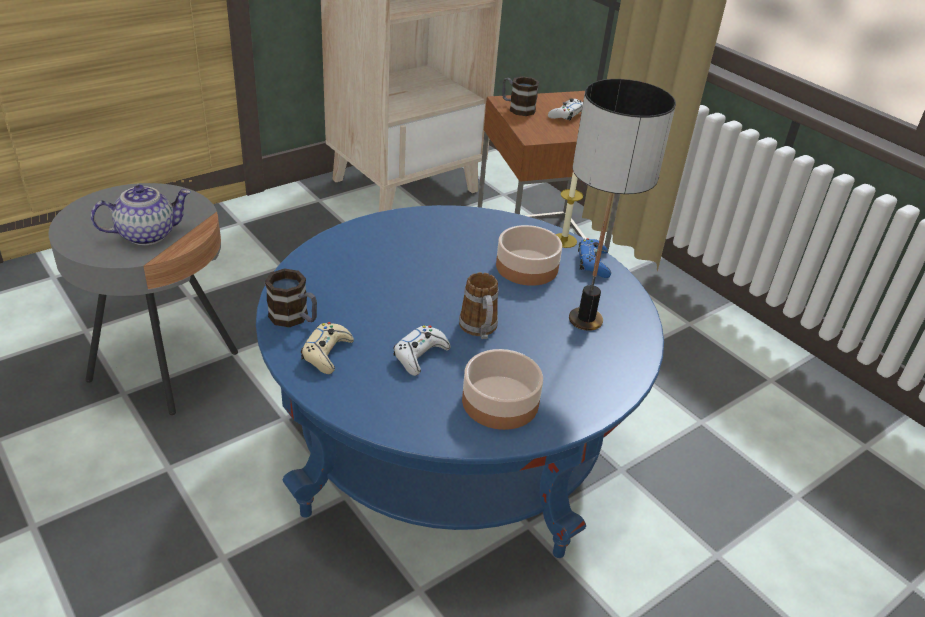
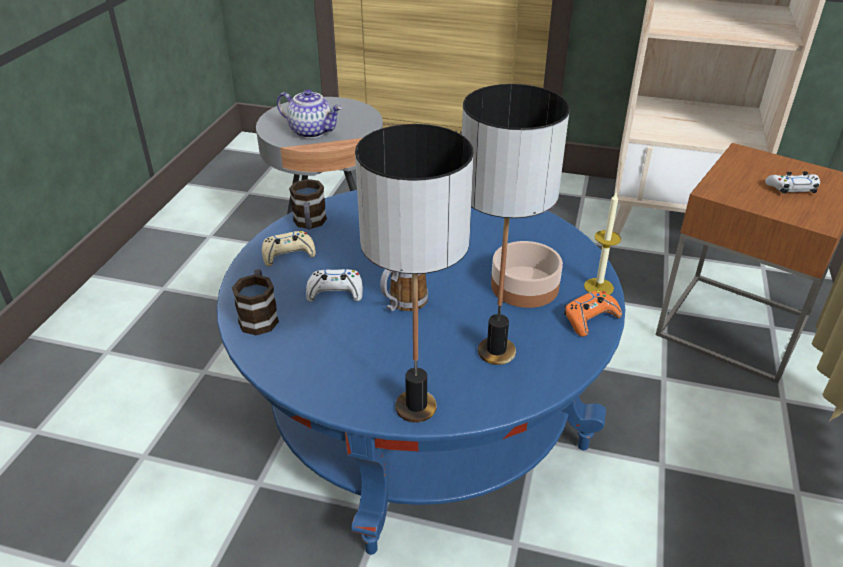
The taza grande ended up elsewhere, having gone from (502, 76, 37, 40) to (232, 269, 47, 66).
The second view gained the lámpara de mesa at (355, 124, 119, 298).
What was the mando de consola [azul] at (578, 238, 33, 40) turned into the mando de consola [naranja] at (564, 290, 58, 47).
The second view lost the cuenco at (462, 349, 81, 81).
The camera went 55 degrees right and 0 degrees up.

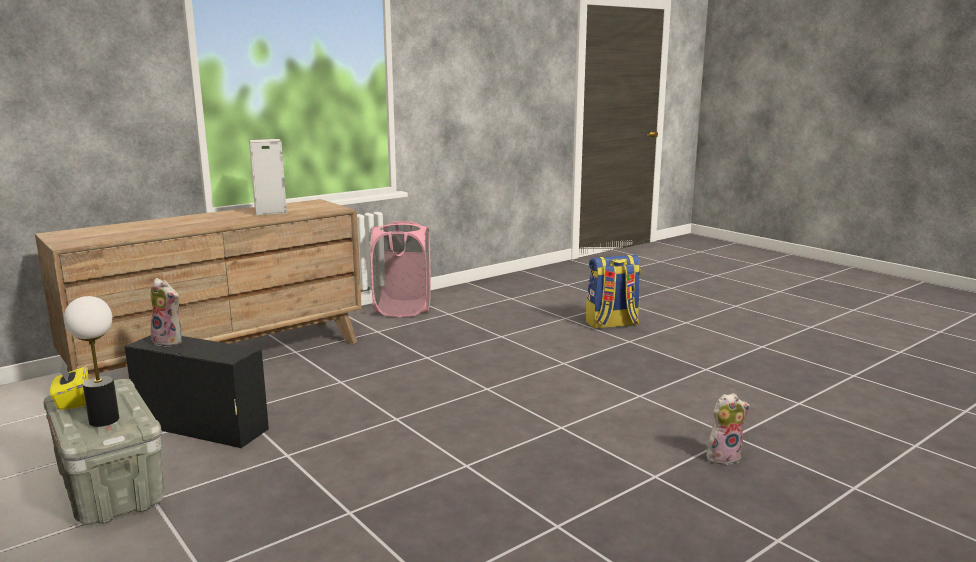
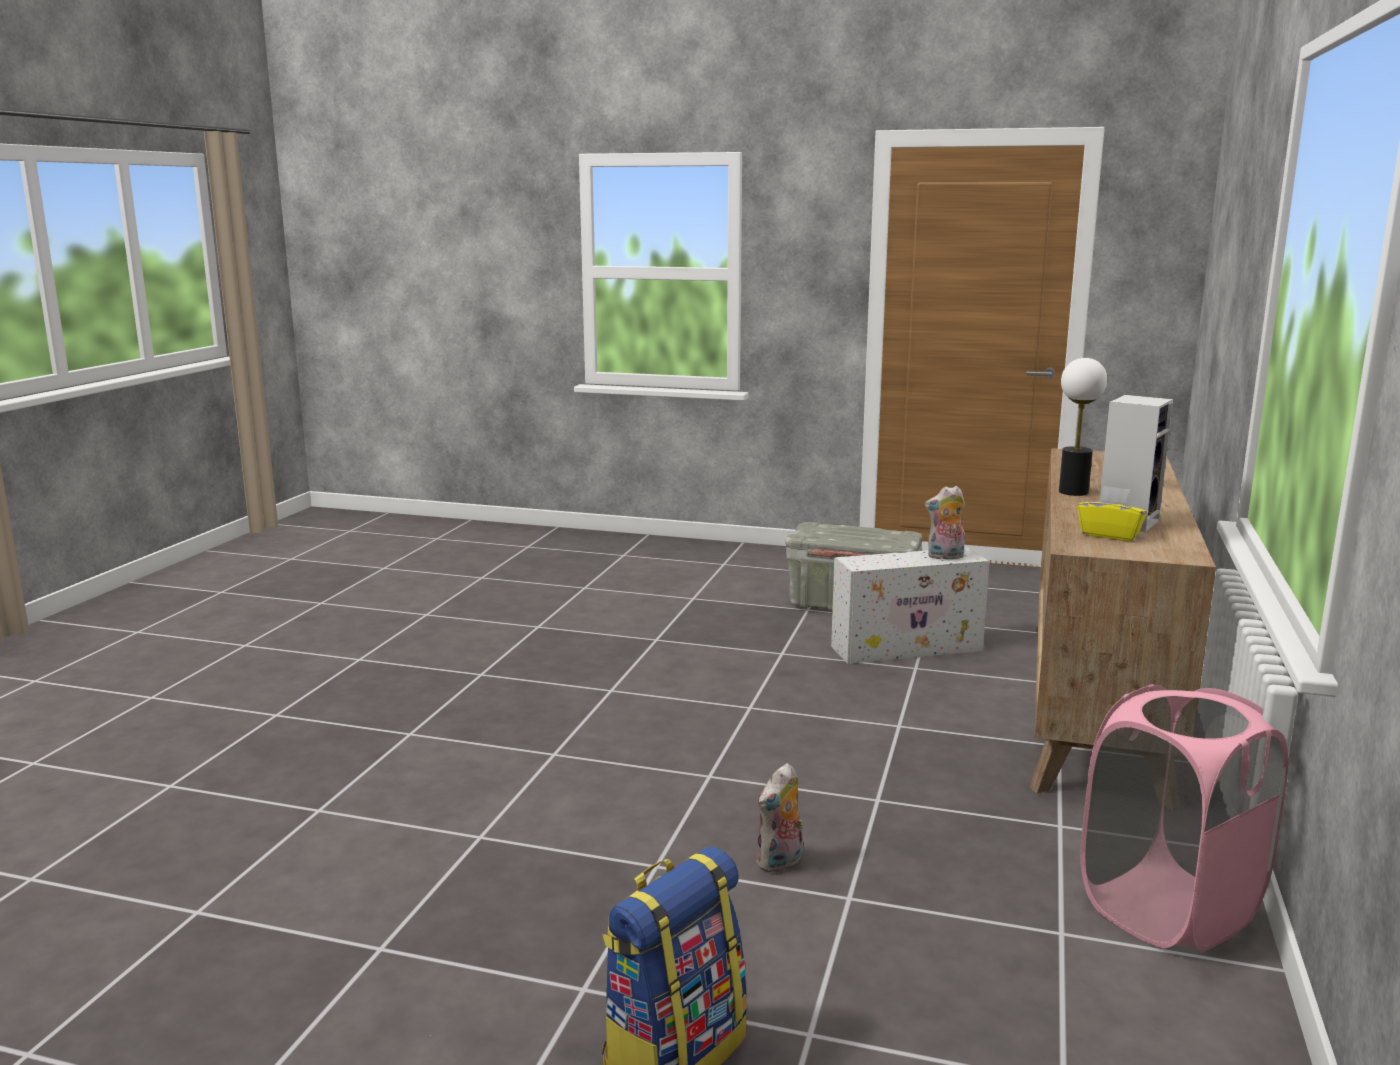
The peluche ended up elsewhere, having gone from (707, 393, 43, 72) to (756, 763, 48, 110).
What was the caja de almacenaje [negro] at (125, 335, 144, 113) turned into the caja de almacenaje [blanco] at (831, 547, 159, 117).
The lámpara de mesa ended up elsewhere, having gone from (64, 296, 55, 131) to (1059, 358, 48, 138).
The caja de pañuelos [amarillo] ended up elsewhere, having gone from (50, 363, 38, 47) to (1077, 486, 71, 55).
The camera went 145 degrees right and 0 degrees up.

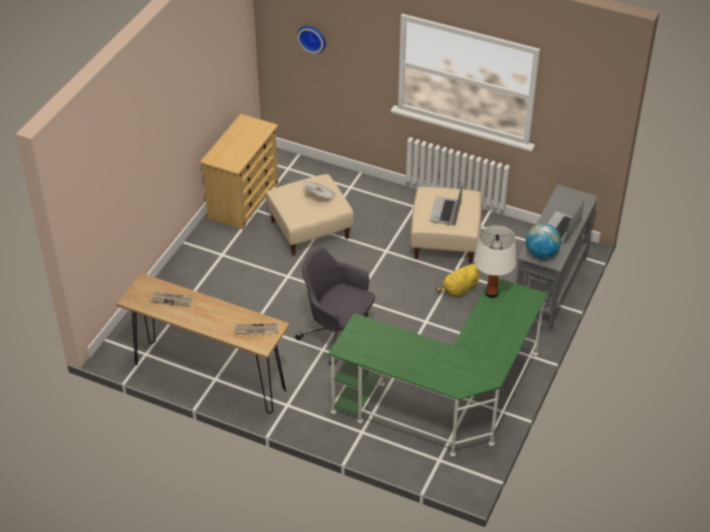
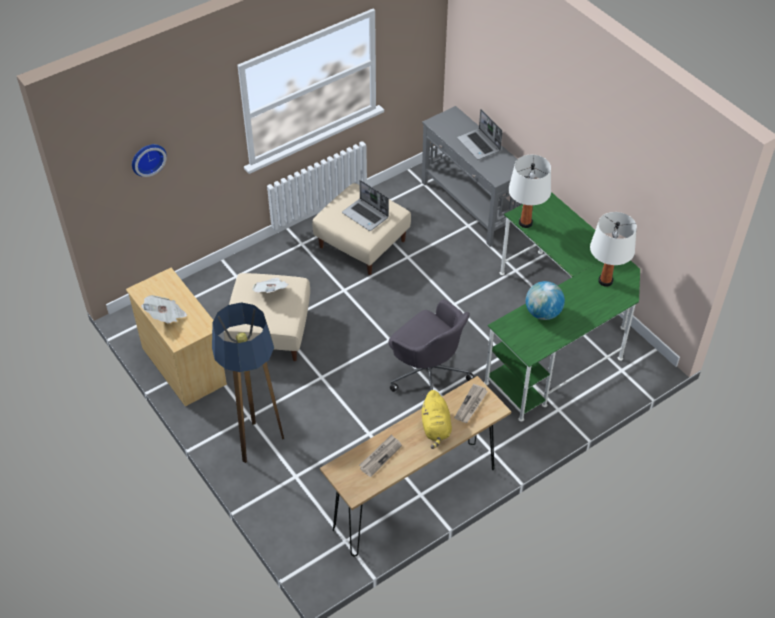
The second view gained the periódico at (141, 295, 46, 29).
The second view gained the lámpara de pie at (212, 302, 72, 161).
The silla de oficina [gris] at (295, 248, 80, 117) ended up facing another way, 105 degrees counterclockwise from before.
The peluche [amarillo] ended up elsewhere, having gone from (435, 264, 44, 34) to (422, 390, 30, 59).
The globo terráqueo ended up elsewhere, having gone from (526, 224, 35, 35) to (526, 281, 39, 39).
The second view gained the lámpara de mesa [blanco] at (590, 212, 47, 75).
The camera went 60 degrees left and 5 degrees up.

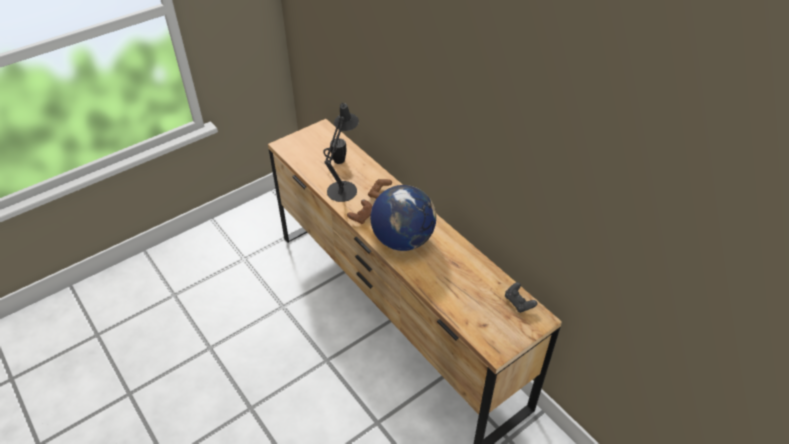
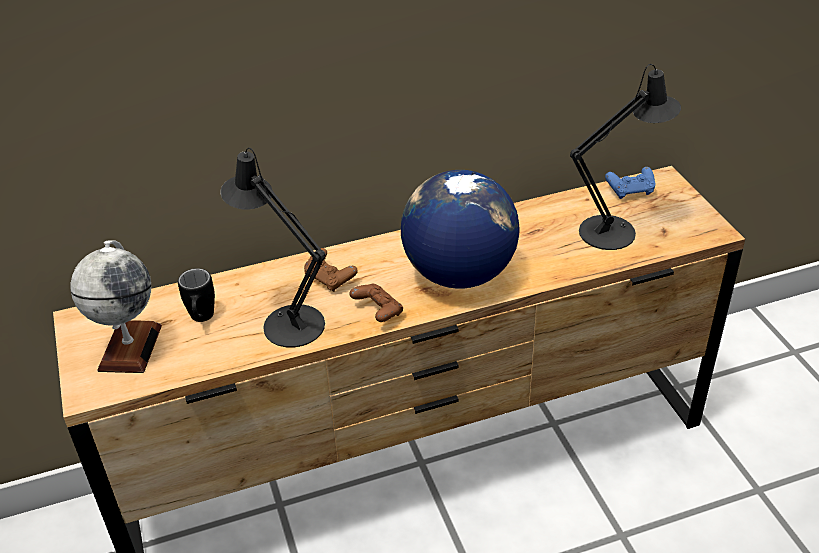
The second view gained the globo terráqueo at (71, 240, 91, 133).
The second view gained the lámpara de mesa [negro] at (570, 64, 111, 186).
What was the mando de consola [negro] at (505, 282, 32, 31) turned into the mando de consola [azul] at (605, 167, 50, 32).
The camera went 70 degrees left and 5 degrees down.

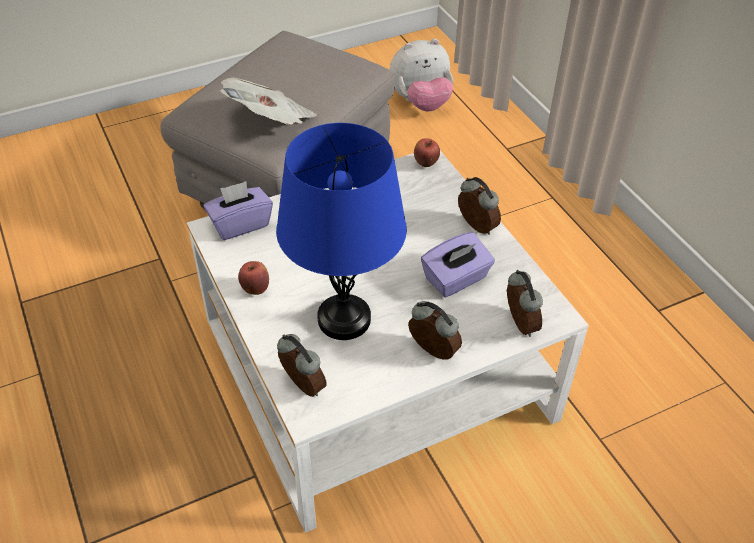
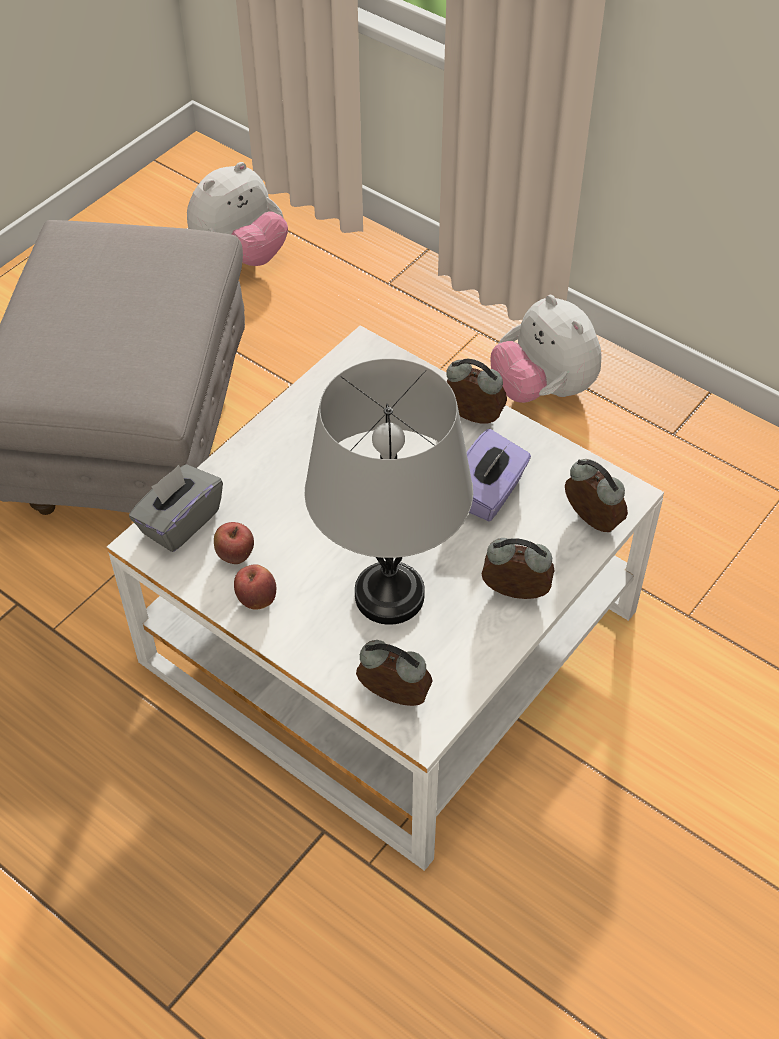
What was the caja de pañuelos [morado] at (203, 181, 70, 59) turned into the caja de pañuelos [gris] at (129, 464, 94, 88).
The manzana ended up elsewhere, having gone from (414, 138, 26, 29) to (214, 522, 40, 42).
What was the lámpara de mesa [azul] at (276, 123, 131, 217) turned into the lámpara de mesa [gris] at (305, 359, 168, 266).
The second view gained the peluche at (490, 295, 111, 108).
The second view lost the periódico at (219, 77, 98, 48).
The camera went 25 degrees left and 5 degrees up.

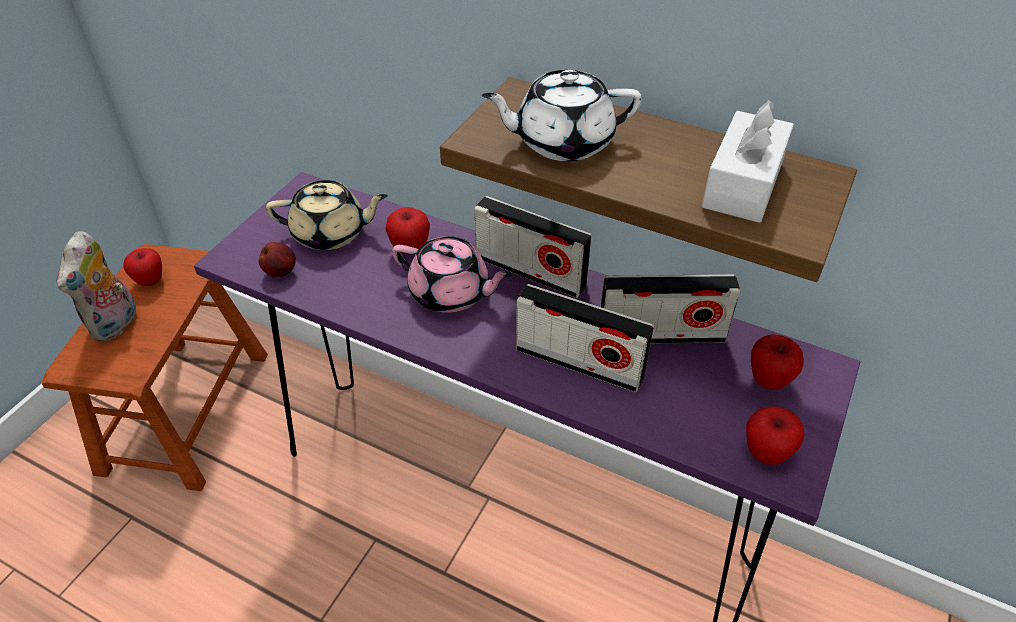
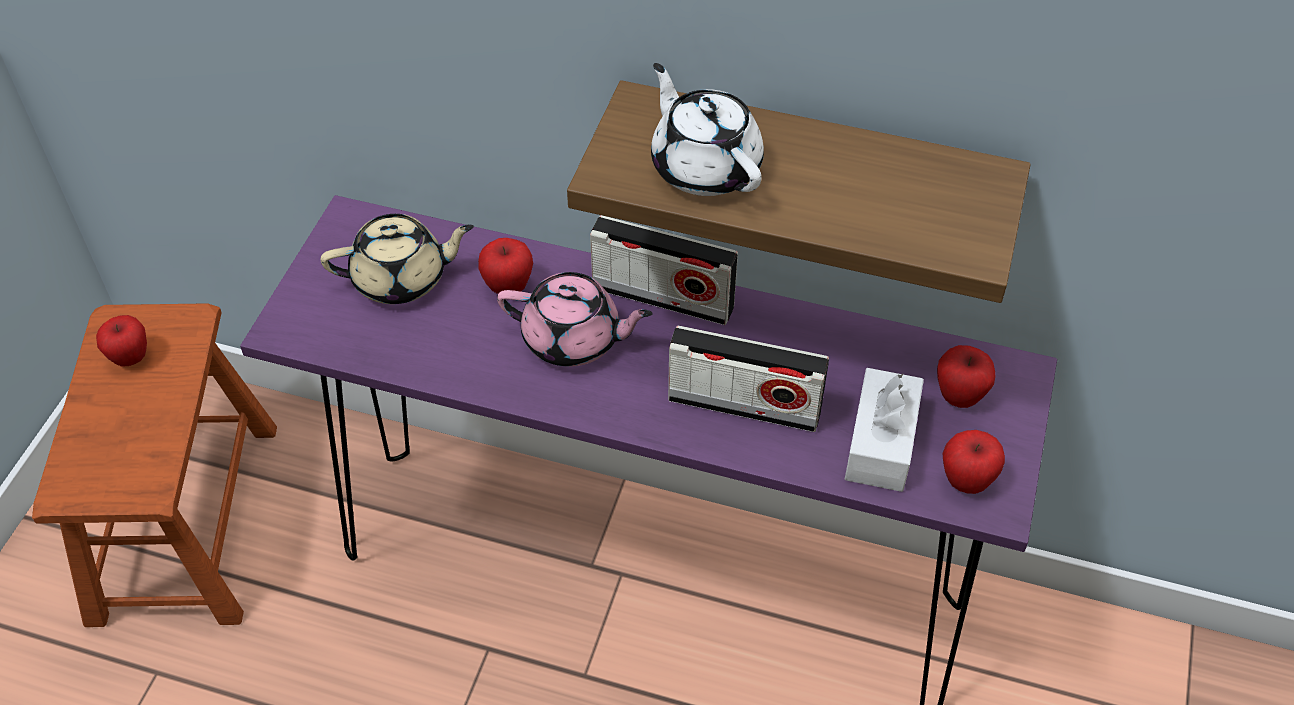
The tetera [blanco] at (482, 70, 160, 91) ended up facing another way, 75 degrees clockwise from before.
The caja de pañuelos [blanco] ended up elsewhere, having gone from (702, 100, 92, 123) to (845, 368, 79, 124).
The second view lost the peluche at (57, 231, 79, 110).
The second view lost the manzana at (258, 242, 38, 35).
The second view lost the radio at (601, 274, 139, 70).
The camera went 10 degrees left and 5 degrees up.

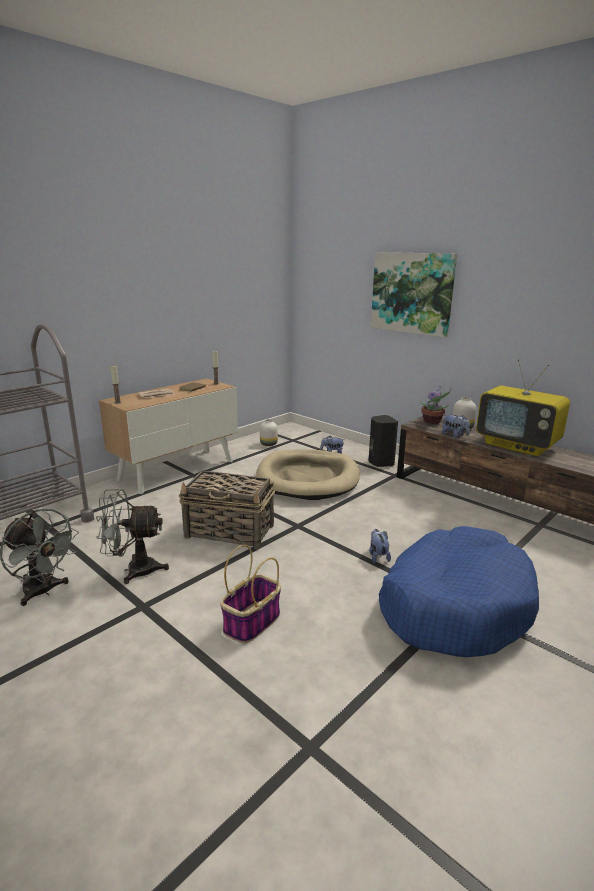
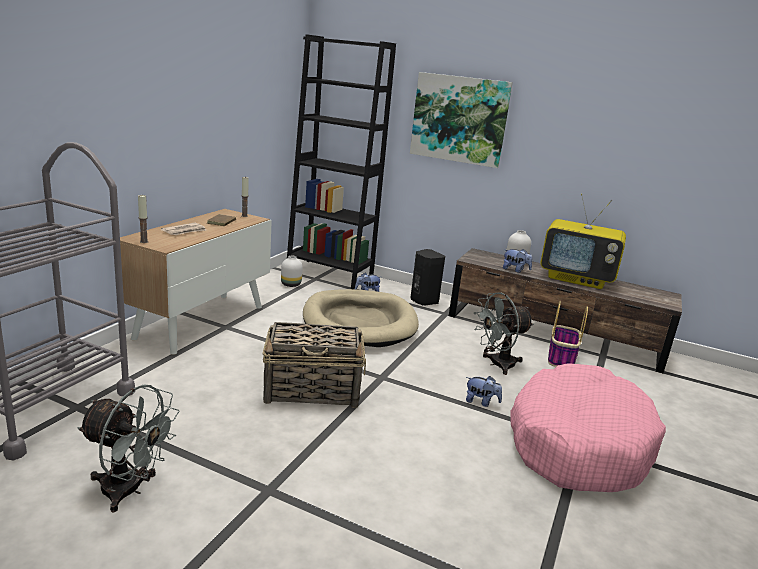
The second view gained the estantería [negro] at (287, 34, 109, 255).
The peluche at (369, 529, 22, 34) ended up facing another way, 135 degrees clockwise from before.
The ventilador [gris] ended up elsewhere, having gone from (96, 489, 73, 95) to (473, 292, 61, 83).
What was the cama para perro [azul] at (379, 526, 160, 131) turned into the cama para perro [rosa] at (510, 363, 156, 129).
The cesta ended up elsewhere, having gone from (220, 545, 61, 98) to (548, 301, 40, 66).
The second view lost the planta en maceta at (419, 386, 33, 38).
The camera went 20 degrees left and 0 degrees up.

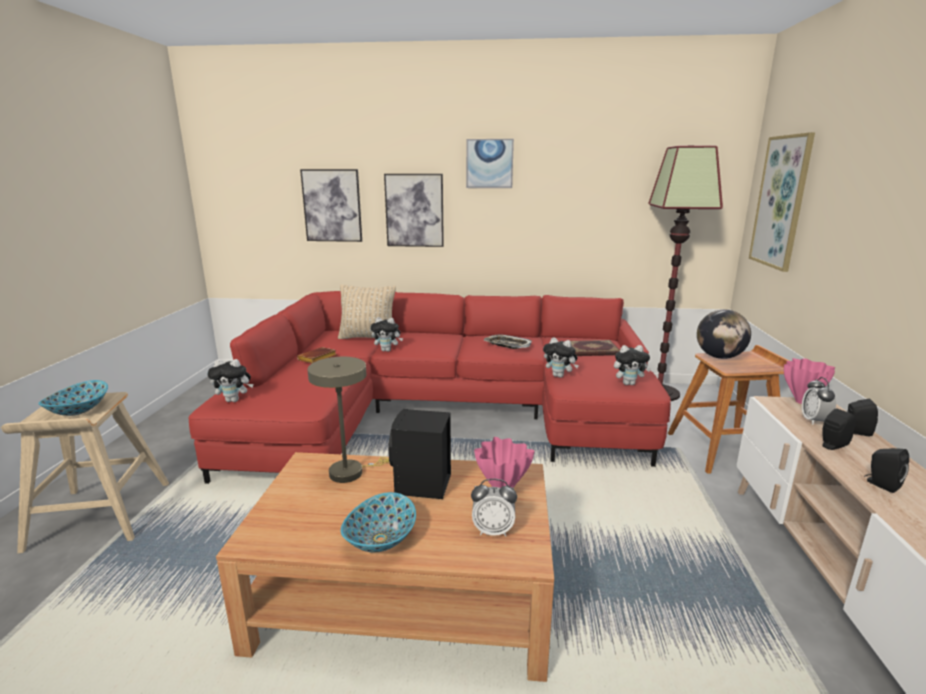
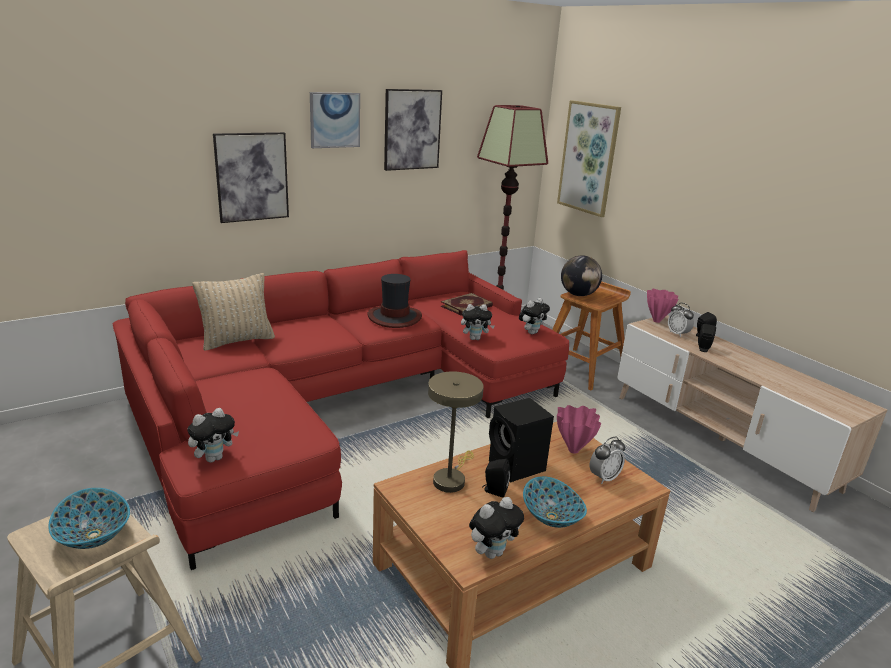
Where the bandeja stood at (484, 334, 48, 15), the sombrero came to stand at (367, 274, 55, 54).
The cuadro ended up elsewhere, having gone from (300, 169, 62, 73) to (384, 89, 58, 82).
The peluche ended up elsewhere, having gone from (370, 317, 33, 35) to (469, 497, 55, 62).
The altavoz [negro] ended up elsewhere, having gone from (864, 448, 45, 45) to (482, 459, 28, 38).
The second view lost the libro [marrón] at (297, 347, 39, 17).
The camera went 40 degrees left and 5 degrees up.

